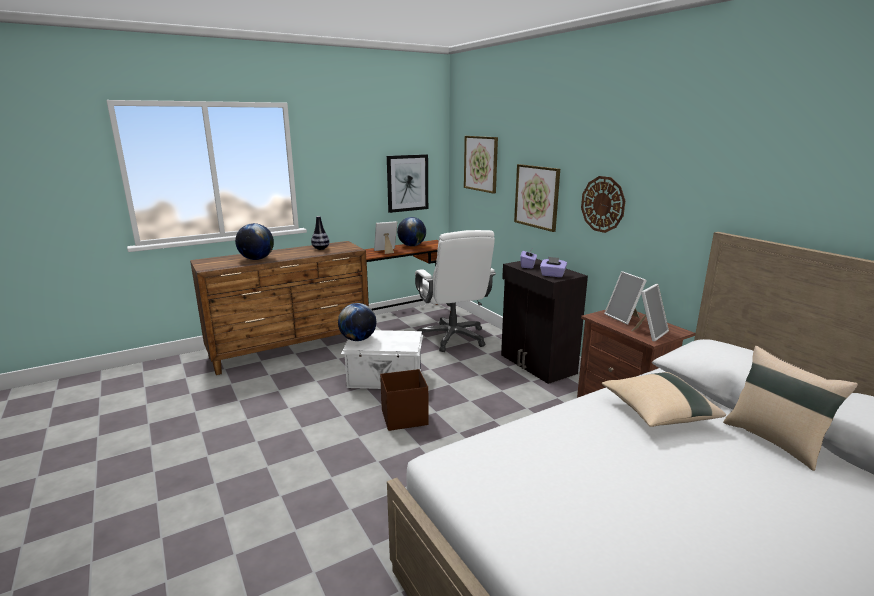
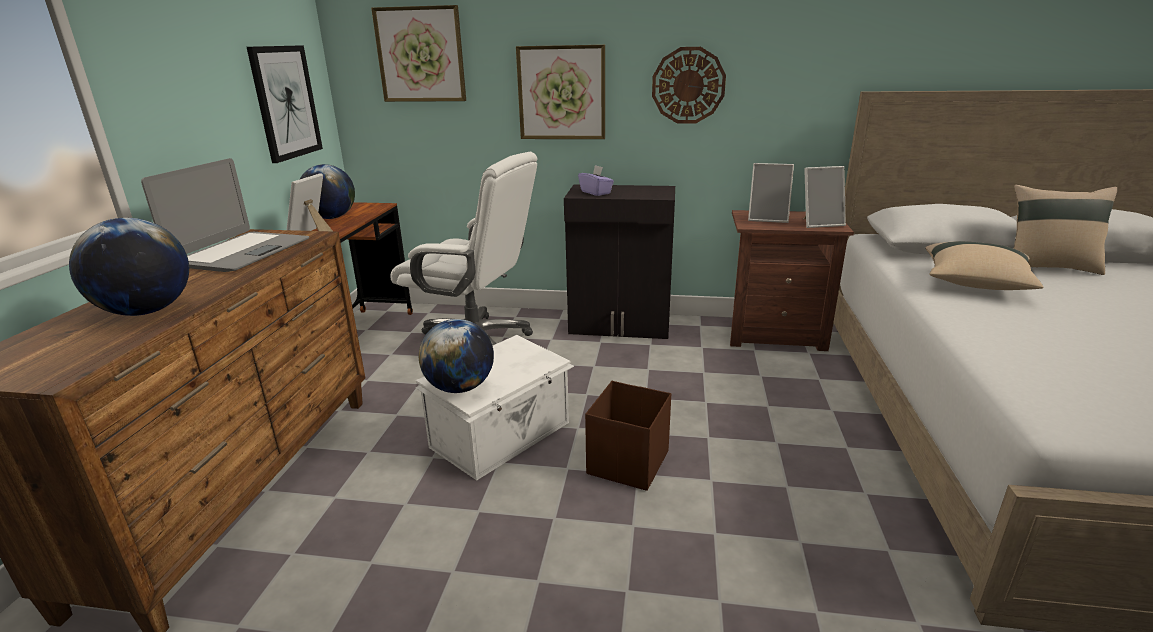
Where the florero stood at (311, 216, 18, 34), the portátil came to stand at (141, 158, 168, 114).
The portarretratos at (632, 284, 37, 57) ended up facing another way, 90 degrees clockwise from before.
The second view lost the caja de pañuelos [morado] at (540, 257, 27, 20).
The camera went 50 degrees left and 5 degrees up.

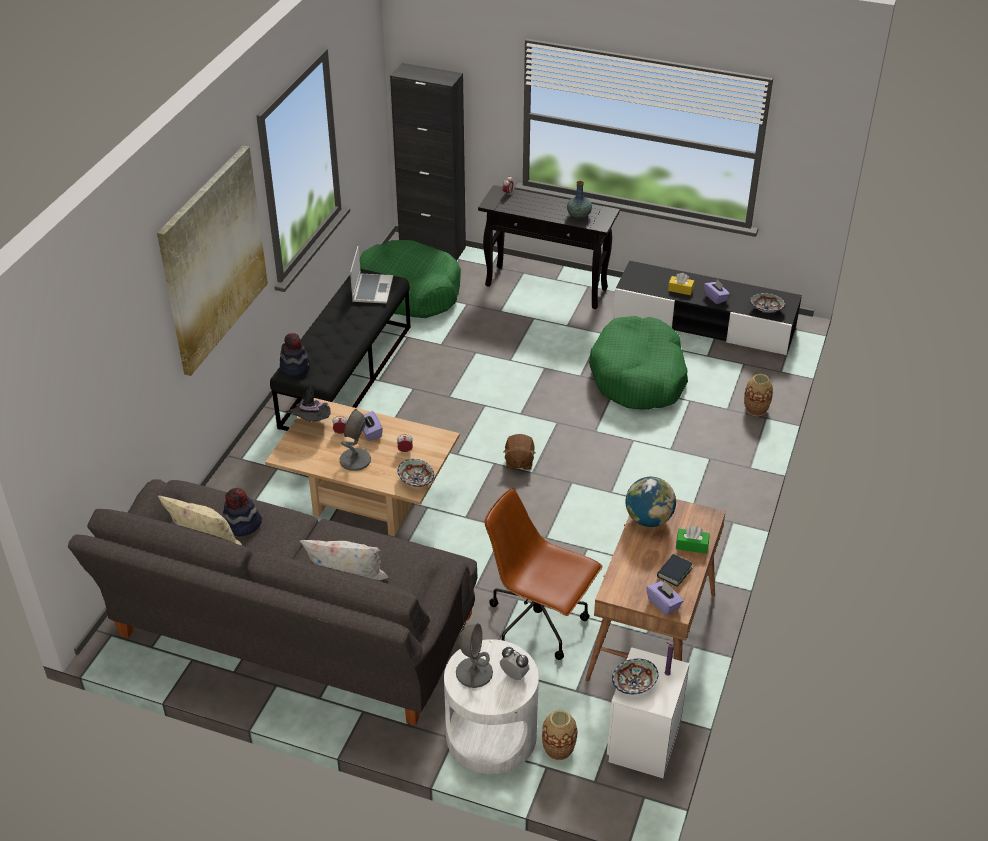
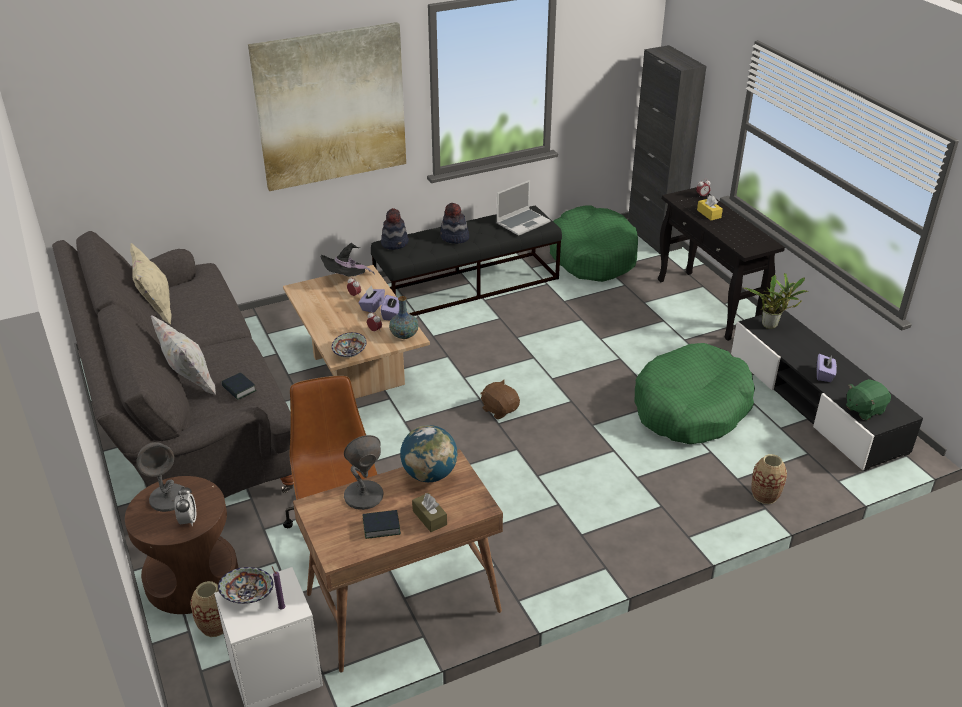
What was the mesa auxiliar [blanco] at (444, 639, 95, 135) turned into the mesa auxiliar [marrón] at (125, 476, 114, 138).
The second view gained the libro at (222, 373, 34, 27).
The lámpara de mesa [gris] ended up elsewhere, having gone from (340, 409, 31, 62) to (344, 435, 40, 75).
The caja de pañuelos [morado] ended up elsewhere, having gone from (646, 581, 38, 34) to (380, 294, 19, 26).
The florero ended up elsewhere, having gone from (567, 181, 25, 38) to (389, 296, 30, 43).
What was the caja de pañuelos [verde] at (676, 526, 34, 28) turned into the caja de pañuelos [marrón] at (412, 493, 35, 39).
The sombrero ended up elsewhere, having gone from (223, 488, 39, 49) to (440, 203, 29, 41).
The peluche [marrón] at (503, 434, 32, 36) ended up facing another way, 90 degrees clockwise from before.
The caja de pañuelos [amarillo] ended up elsewhere, having gone from (668, 273, 26, 22) to (697, 195, 26, 25).
The second view gained the planta en maceta at (743, 273, 66, 56).
Where the cuenco stood at (750, 293, 36, 19), the peluche [verde] came to stand at (846, 379, 45, 41).
The camera went 45 degrees right and 5 degrees down.

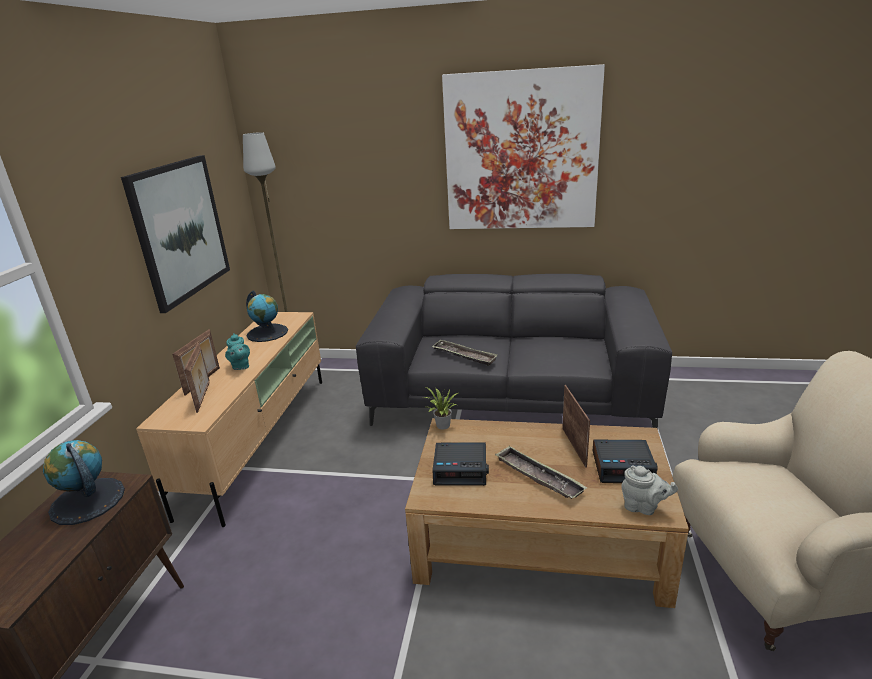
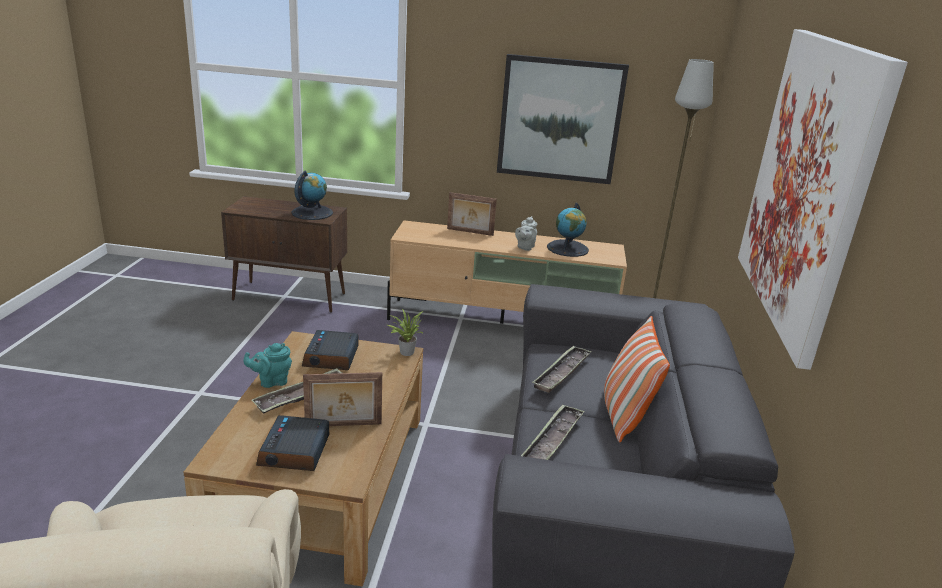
The tetera [turquesa] ended up elsewhere, having gone from (225, 333, 25, 37) to (243, 343, 49, 45).
The tetera [gris] ended up elsewhere, having gone from (621, 465, 57, 50) to (515, 216, 22, 35).
The second view gained the bandeja at (521, 404, 64, 56).
The second view gained the cojín at (604, 316, 66, 126).
The second view lost the portarretratos at (184, 343, 26, 70).
The camera went 85 degrees right and 0 degrees up.

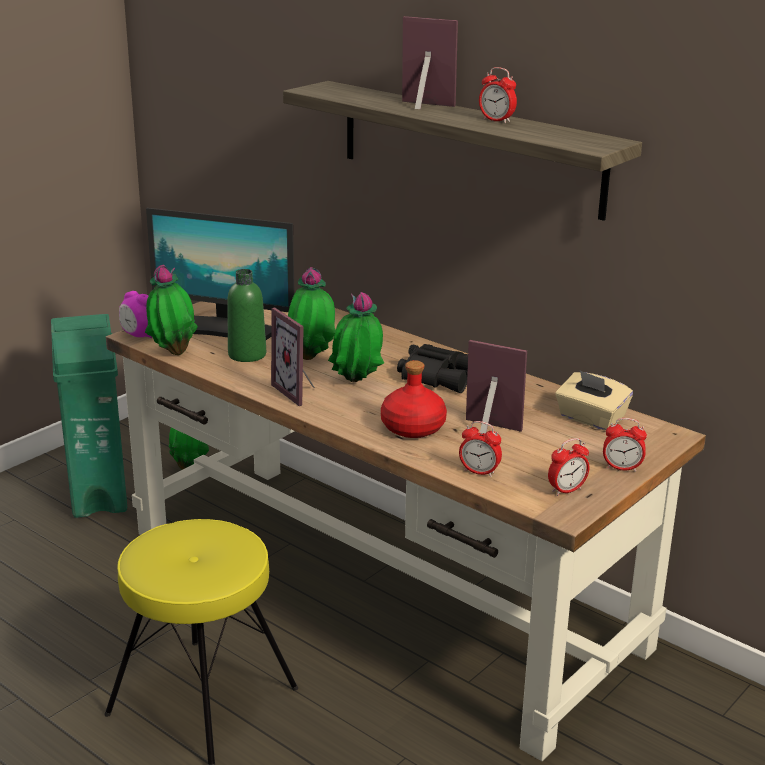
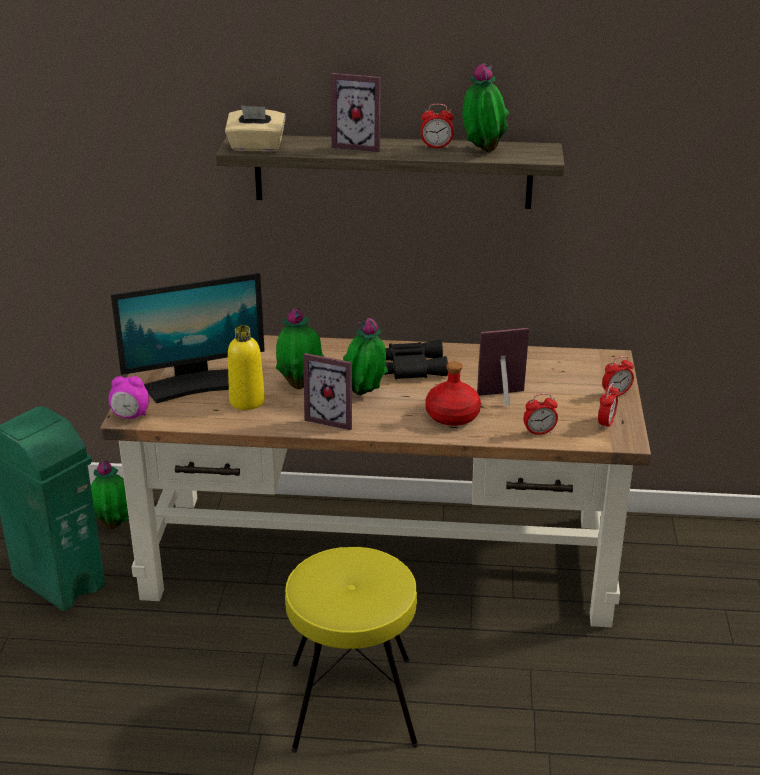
The caja de pañuelos [beis] ended up elsewhere, having gone from (555, 370, 78, 61) to (225, 105, 61, 47).
What was the botella [verde] at (227, 269, 39, 93) turned into the botella [amarillo] at (228, 325, 37, 85).
The portarretratos at (402, 16, 56, 93) ended up facing another way, 150 degrees counterclockwise from before.
The planta en maceta ended up elsewhere, having gone from (145, 265, 53, 90) to (462, 63, 47, 89).
The camera went 35 degrees left and 5 degrees up.

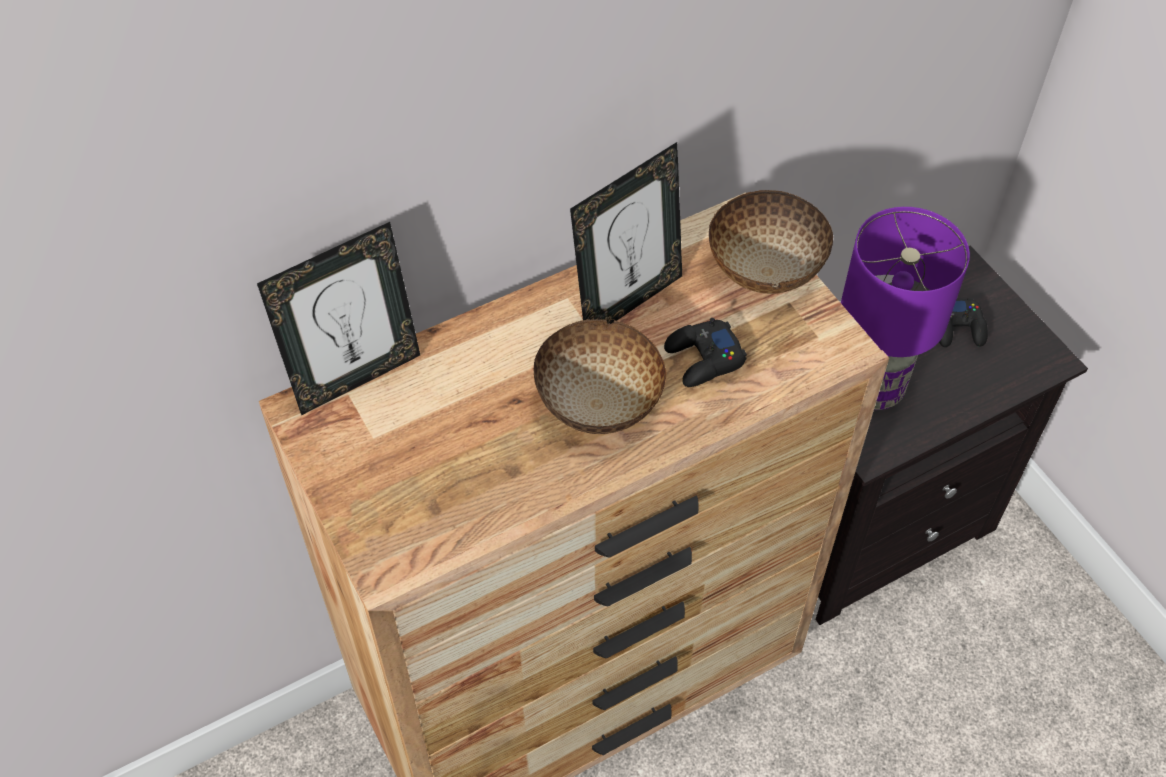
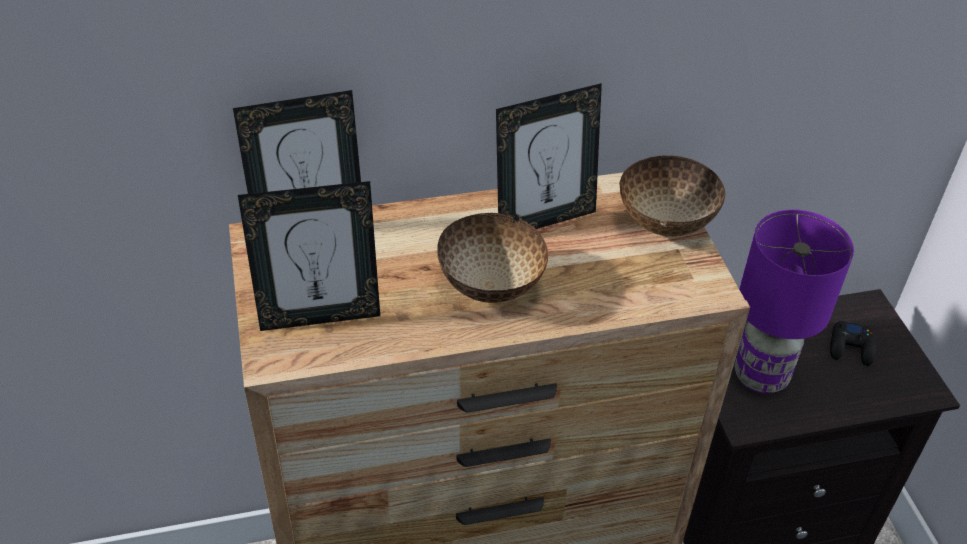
The second view gained the portarretratos at (238, 181, 142, 150).
The second view lost the mando de consola [negro] at (664, 318, 83, 69).
The camera went 15 degrees right and 10 degrees down.

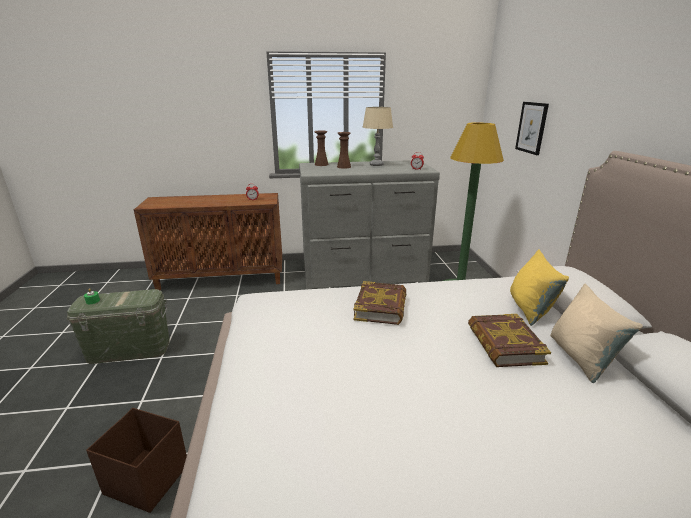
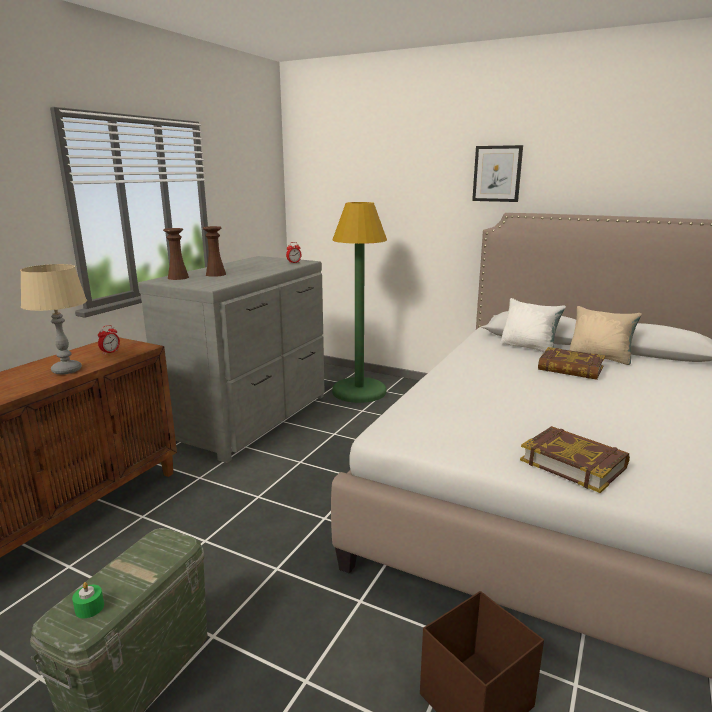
The lámpara de mesa [beis] ended up elsewhere, having gone from (363, 107, 30, 59) to (20, 264, 67, 110).
The cuadro ended up elsewhere, having gone from (515, 102, 34, 53) to (472, 145, 51, 57).
What was the cojín [amarillo] at (510, 250, 59, 76) turned into the cojín [blanco] at (500, 298, 66, 54).
The libro ended up elsewhere, having gone from (353, 281, 53, 44) to (520, 426, 110, 67).
The camera went 55 degrees left and 5 degrees down.

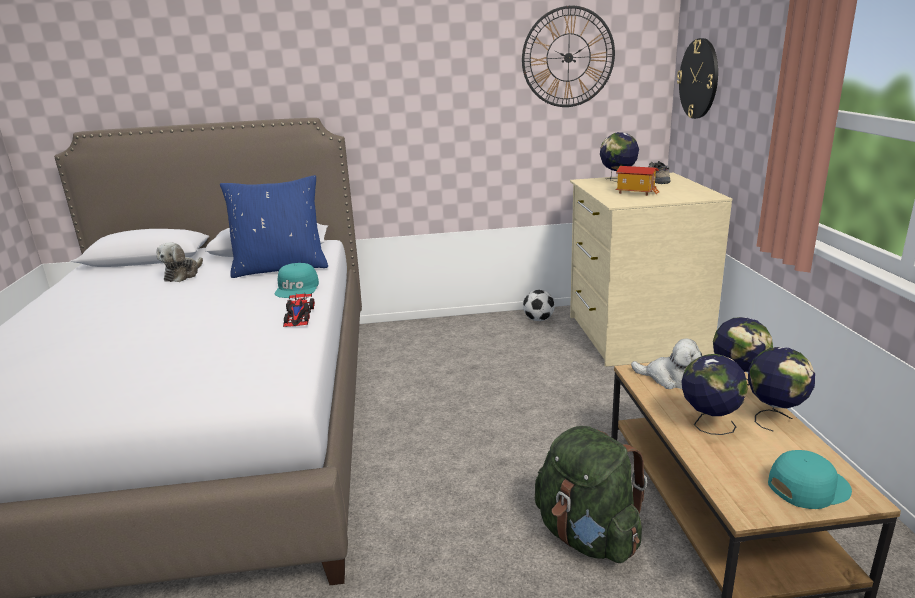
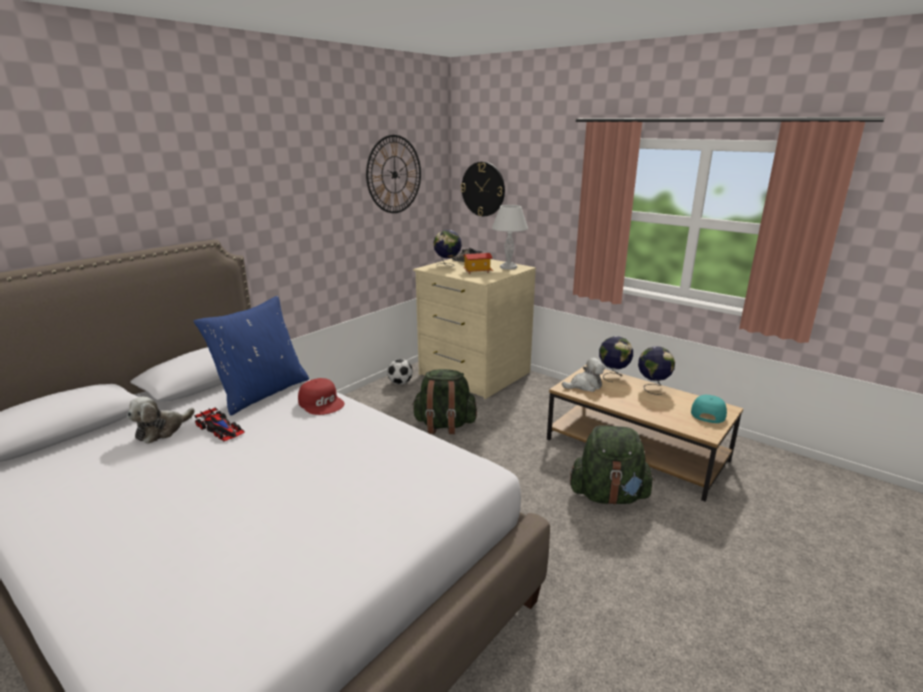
The peluche at (156, 242, 47, 40) ended up facing another way, 60 degrees clockwise from before.
The coche de juguete ended up elsewhere, having gone from (283, 294, 32, 33) to (194, 408, 51, 33).
What was the gorra [turquesa] at (275, 263, 44, 35) turned into the gorra [rojo] at (298, 378, 46, 37).
The second view gained the mochila [verde] at (412, 369, 65, 65).
The second view gained the lámpara de mesa [blanco] at (492, 205, 36, 65).
The second view lost the globo terráqueo at (681, 354, 67, 81).
The camera went 45 degrees left and 0 degrees up.

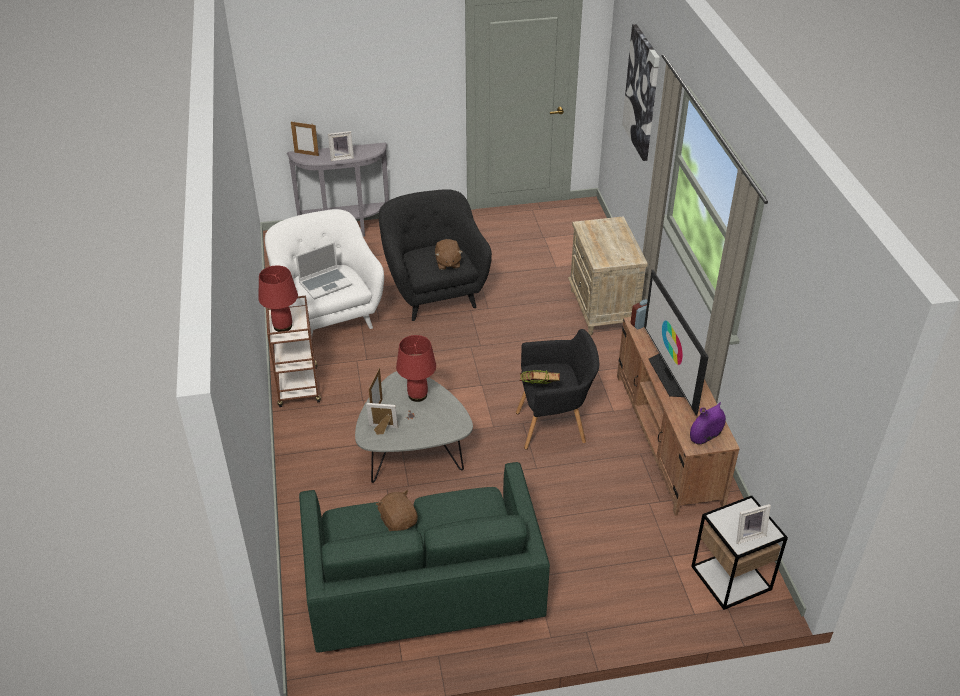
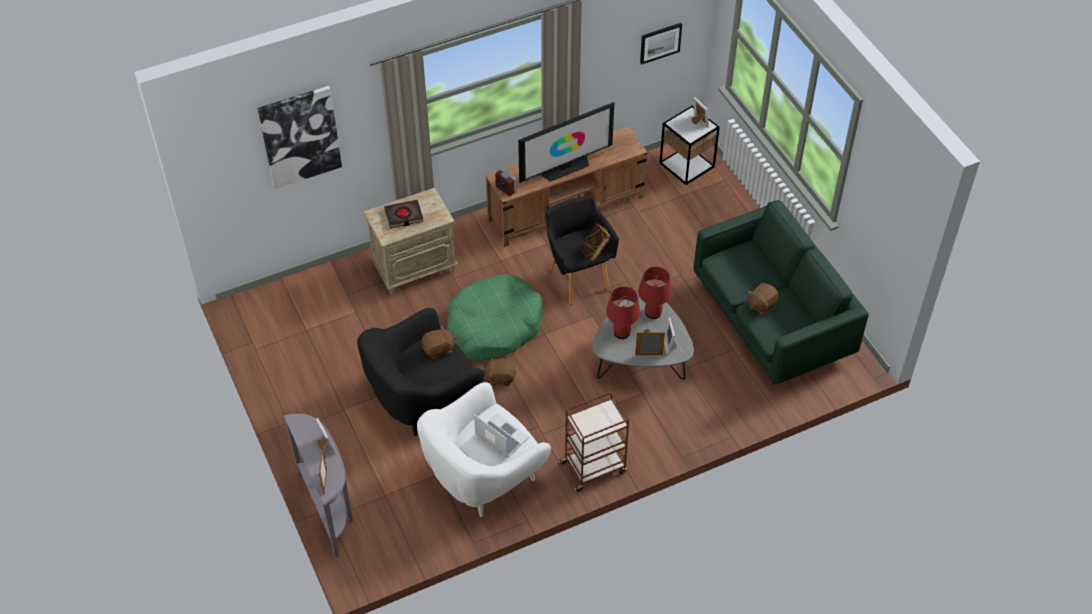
The second view gained the libro [negro] at (384, 200, 39, 28).
The second view gained the cama para perro [verde] at (447, 275, 96, 86).
The second view gained the peluche [marrón] at (483, 356, 33, 30).
The lámpara de mesa [rojo] ended up elsewhere, having gone from (258, 265, 40, 67) to (638, 267, 34, 52).
The second view gained the cuadro at (640, 23, 42, 41).
The second view lost the florero [morado] at (690, 402, 36, 43).
The camera went 105 degrees left and 10 degrees up.

